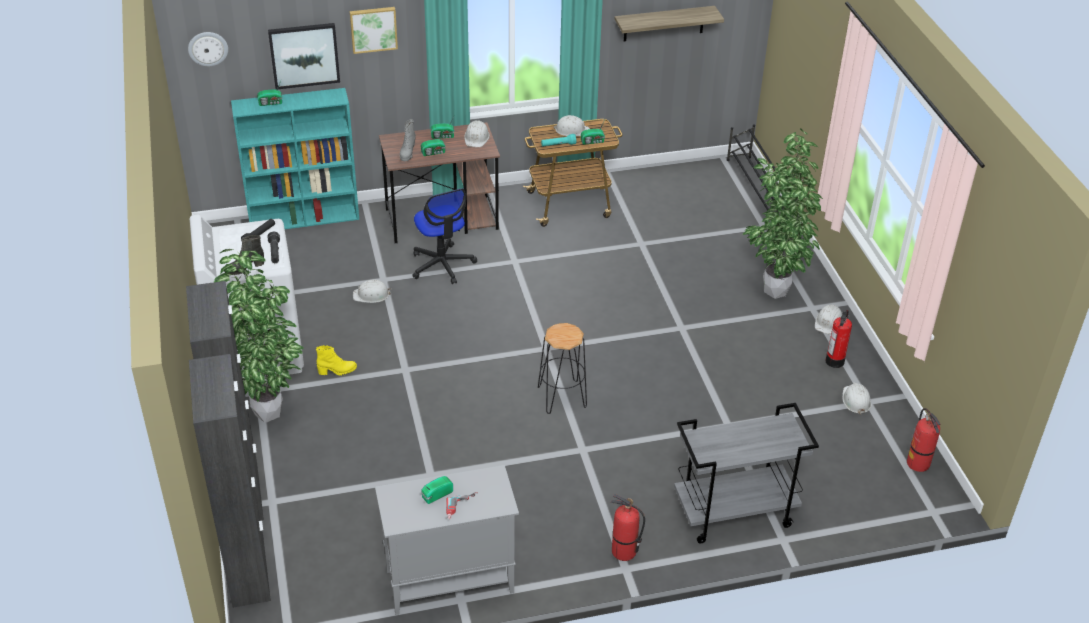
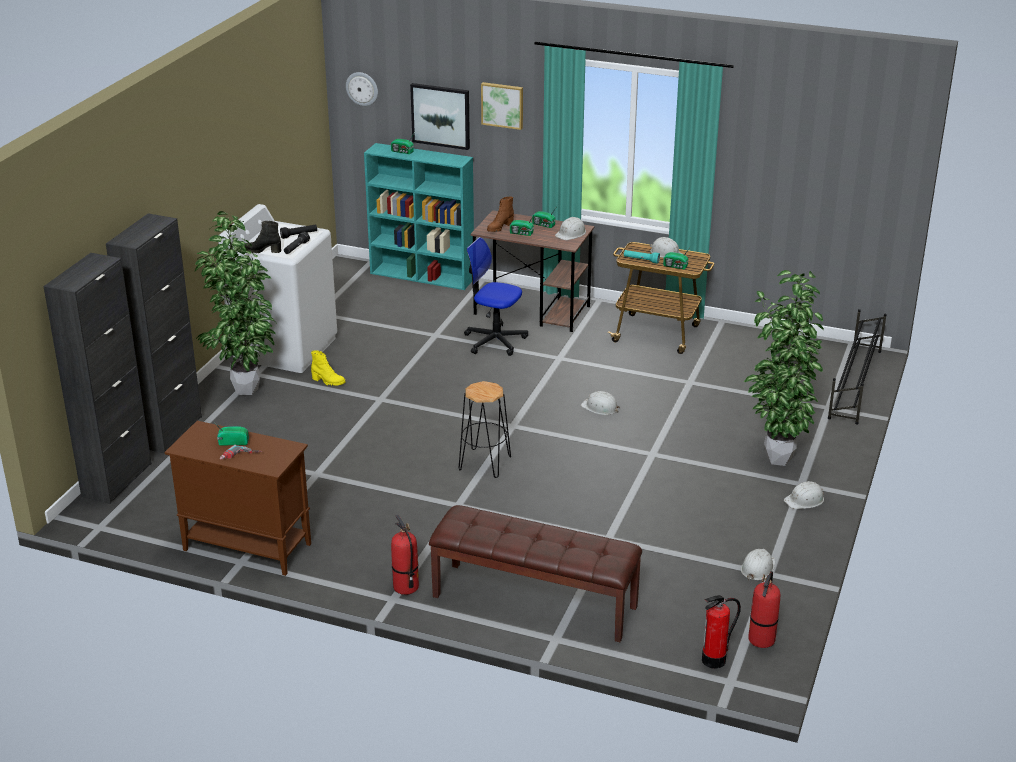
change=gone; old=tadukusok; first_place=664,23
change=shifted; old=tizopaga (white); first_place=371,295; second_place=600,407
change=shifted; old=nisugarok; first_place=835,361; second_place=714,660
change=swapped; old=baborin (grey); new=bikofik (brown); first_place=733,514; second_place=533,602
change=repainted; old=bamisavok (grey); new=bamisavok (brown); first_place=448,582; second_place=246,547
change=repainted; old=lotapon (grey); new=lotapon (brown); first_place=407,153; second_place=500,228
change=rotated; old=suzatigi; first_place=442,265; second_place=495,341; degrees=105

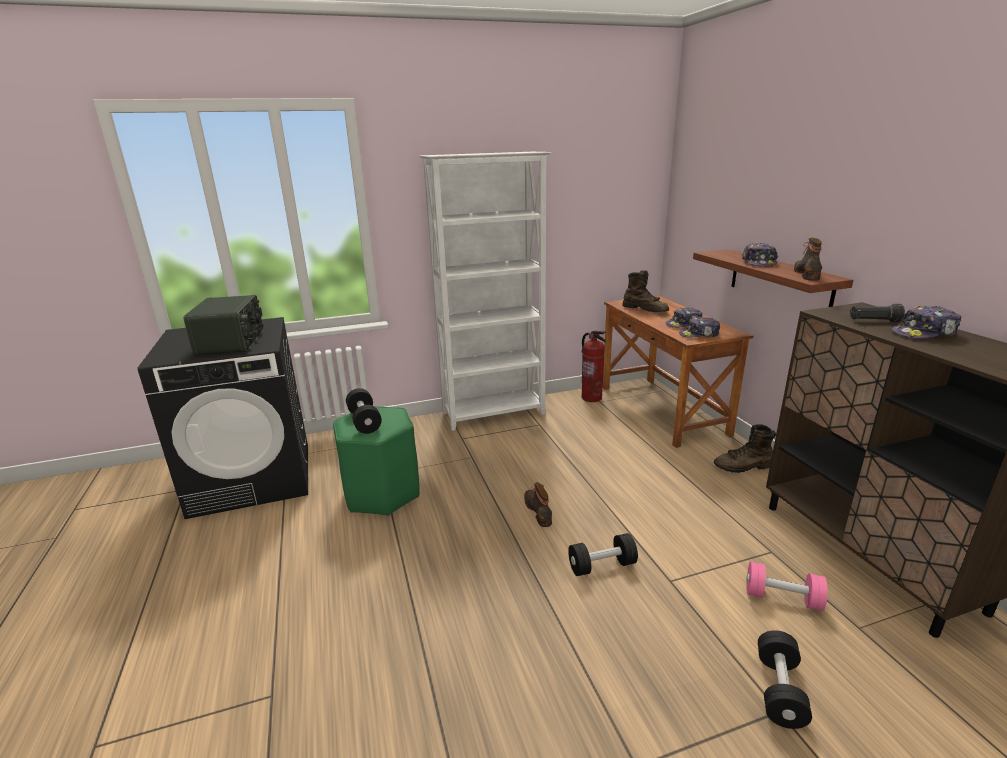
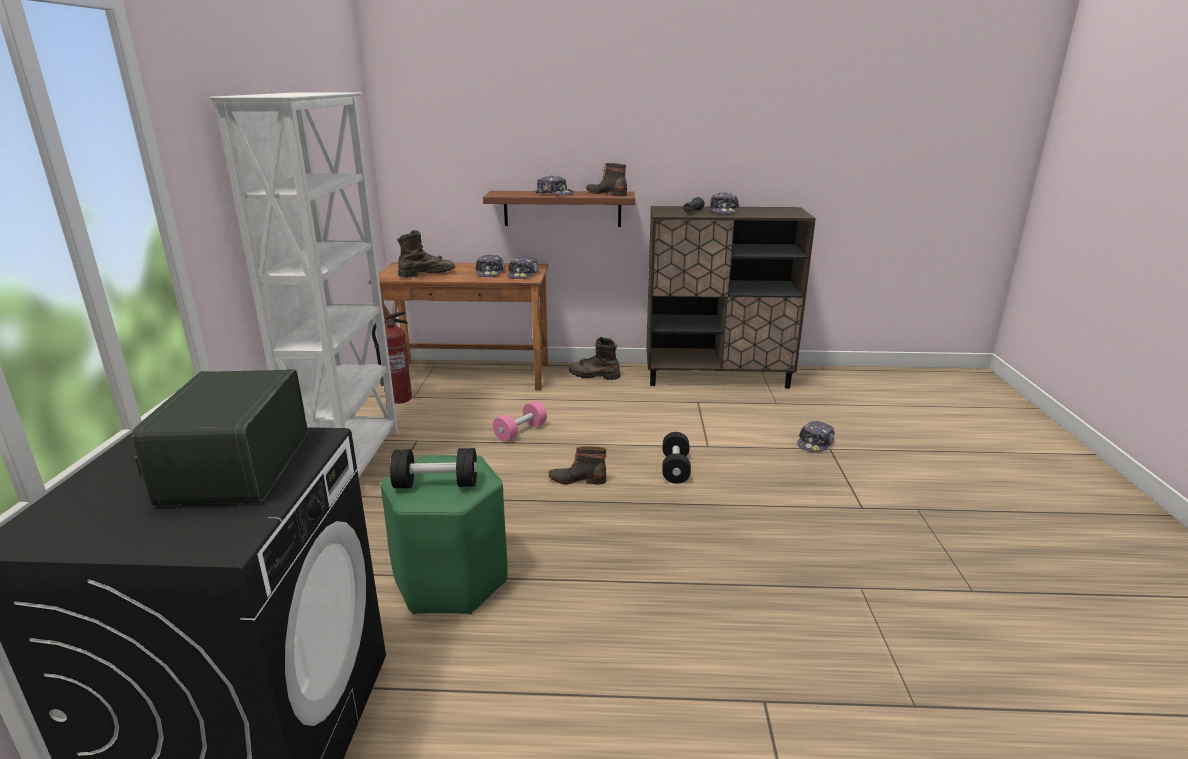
change=shifted; old=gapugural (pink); first_place=782,598; second_place=520,431
change=swapped; old=gapugural (black); new=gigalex; first_place=779,690; second_place=815,443
change=rotated; old=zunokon; first_place=232,342; second_place=234,468; degrees=-105
change=rotated; old=lotapon (brown); first_place=743,466; second_place=594,376; degrees=90

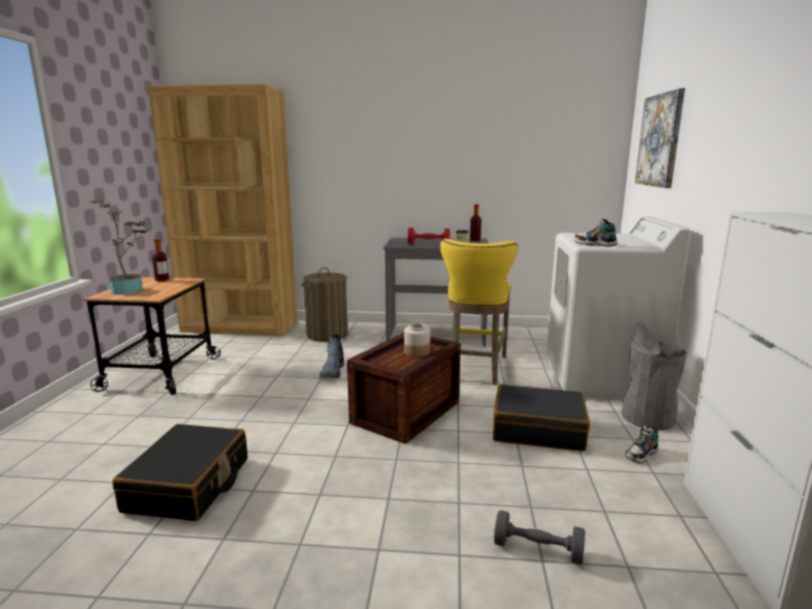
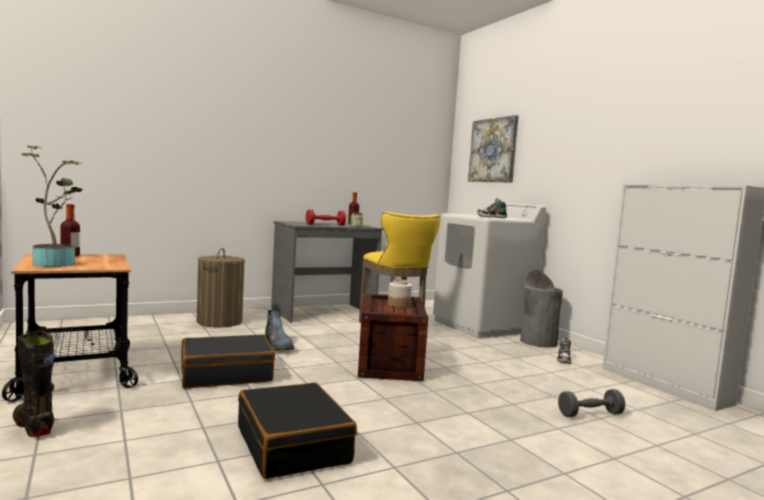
change=gone; old=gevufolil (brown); first_place=240,327
change=new; new=lotapon (black); second_place=33,426
change=shifted; old=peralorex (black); first_place=538,429; second_place=226,374

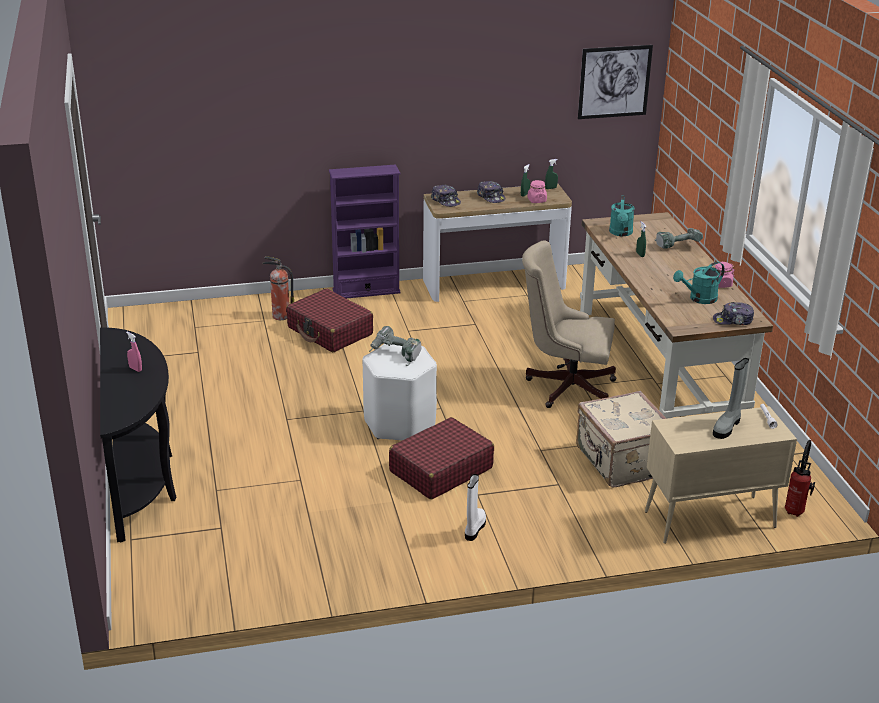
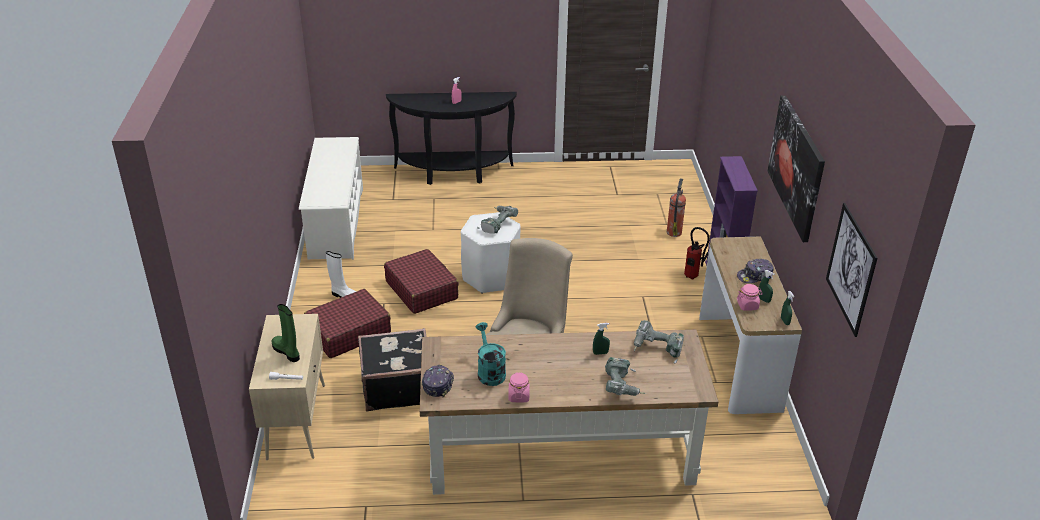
change=gone; old=gigalex; first_place=445,201
change=new; new=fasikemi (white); second_place=336,222
change=new; new=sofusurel; second_place=796,166
change=shifted; old=peralorex (red); first_place=330,331; second_place=348,332
change=shifted; old=nisugarok; first_place=796,510; second_place=692,277
change=swapped; old=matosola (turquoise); new=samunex; first_place=621,233; second_place=656,350
change=repainted; old=peralorex (beige); new=peralorex (black); first_place=621,462; second_place=396,387
change=repainted; old=lotapon (grey); new=lotapon (green); first_place=727,426; second_place=287,352

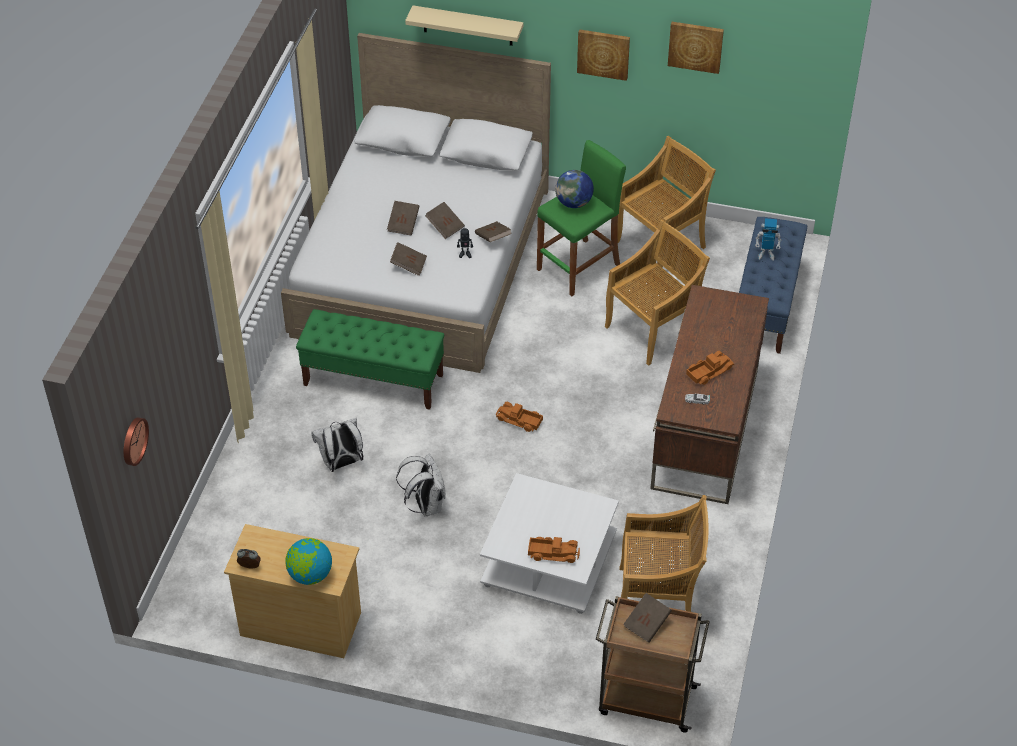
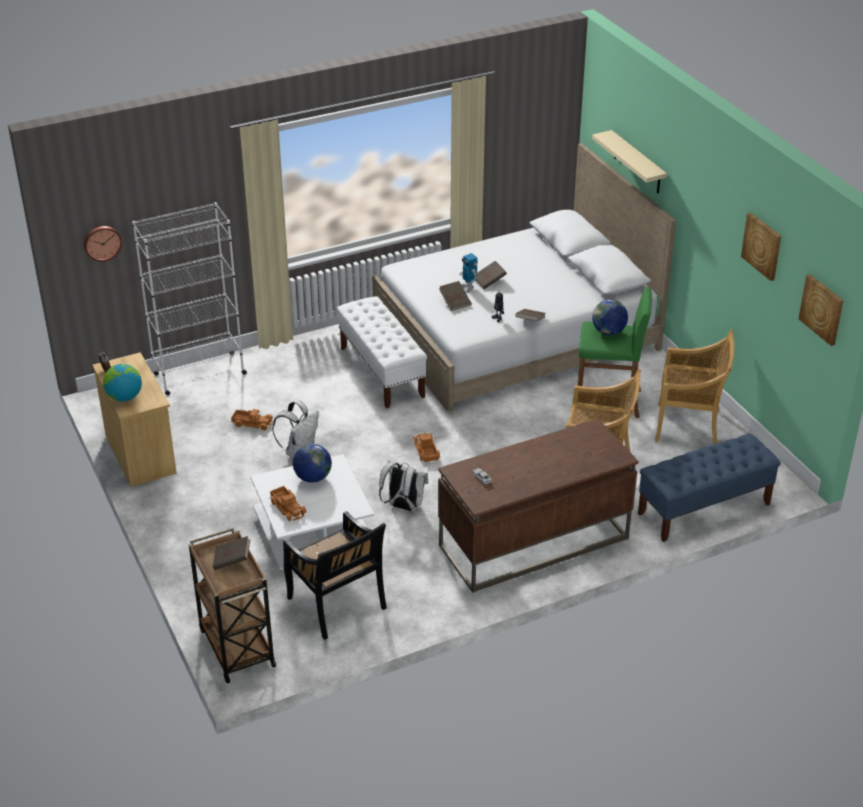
change=gone; old=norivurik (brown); first_place=445,226
change=new; new=gevufolil (white); second_place=199,374
change=new; new=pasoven; second_place=313,478
change=shifted; old=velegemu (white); first_place=341,463; second_place=403,506
change=shifted; old=sofusurel; first_place=603,53; second_place=822,309
change=shifted; old=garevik; first_place=708,371; second_place=252,423
change=shifted; old=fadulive; first_place=766,254; second_place=468,287
change=repainted; old=bikofik (green); new=bikofik (white); first_place=374,380; second_place=382,372
change=repainted; old=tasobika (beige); new=tasobika (black); first_place=658,600; second_place=337,604

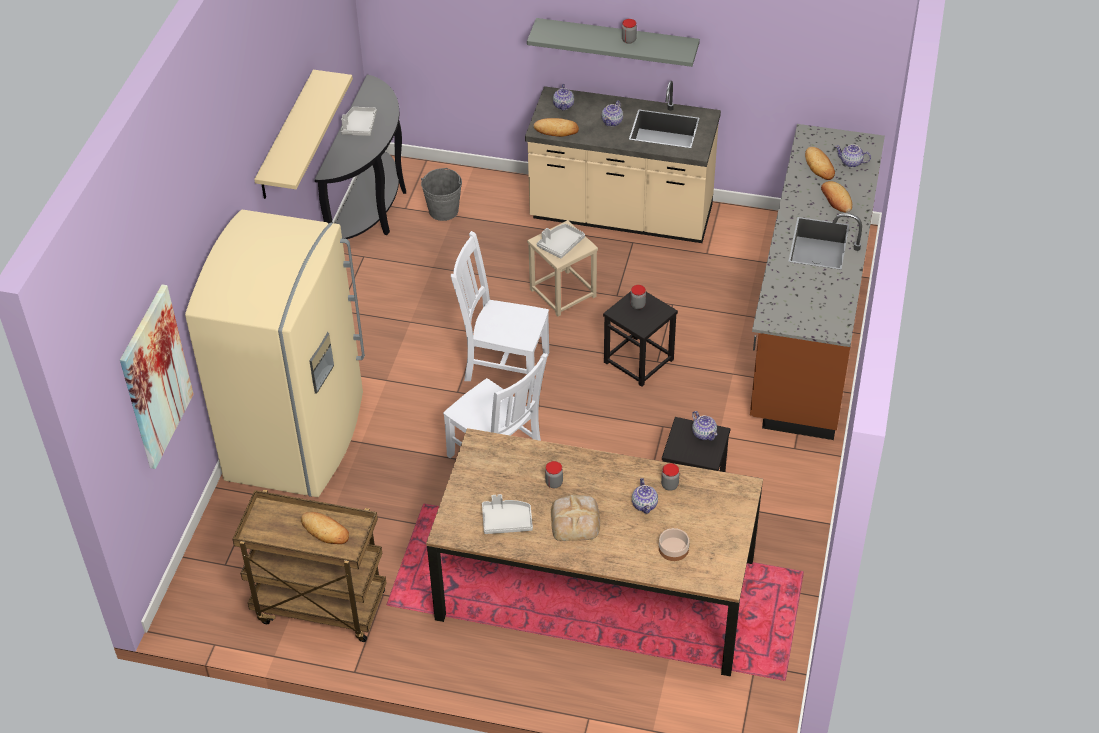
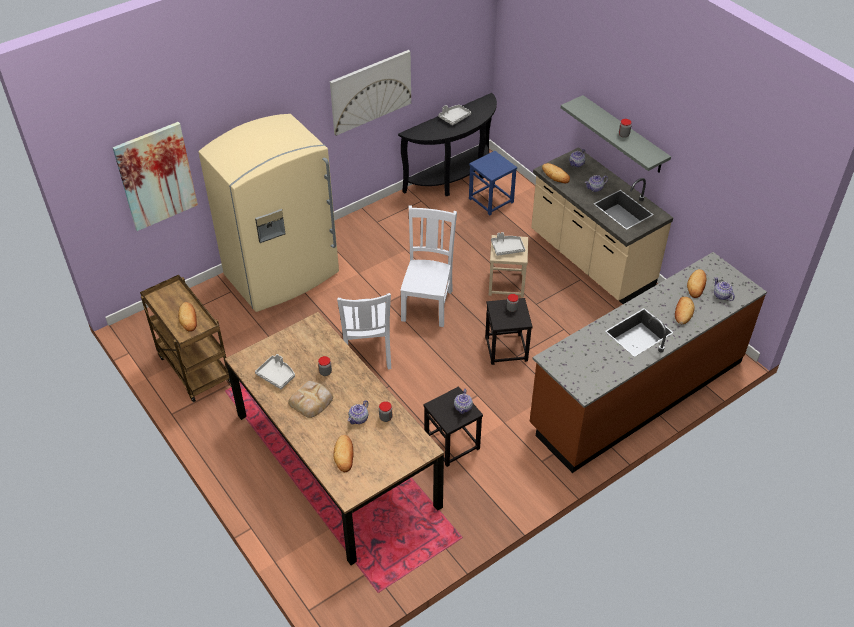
change=swapped; old=tadukusok (beige); new=sofusurel; first_place=286,136; second_place=371,91
change=swapped; old=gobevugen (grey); new=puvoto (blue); first_place=443,210; second_place=491,200
change=swapped; old=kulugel; new=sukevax; first_place=673,548; second_place=344,455
change=rotated; old=tasobika (white); first_place=503,366; second_place=427,304; degrees=45

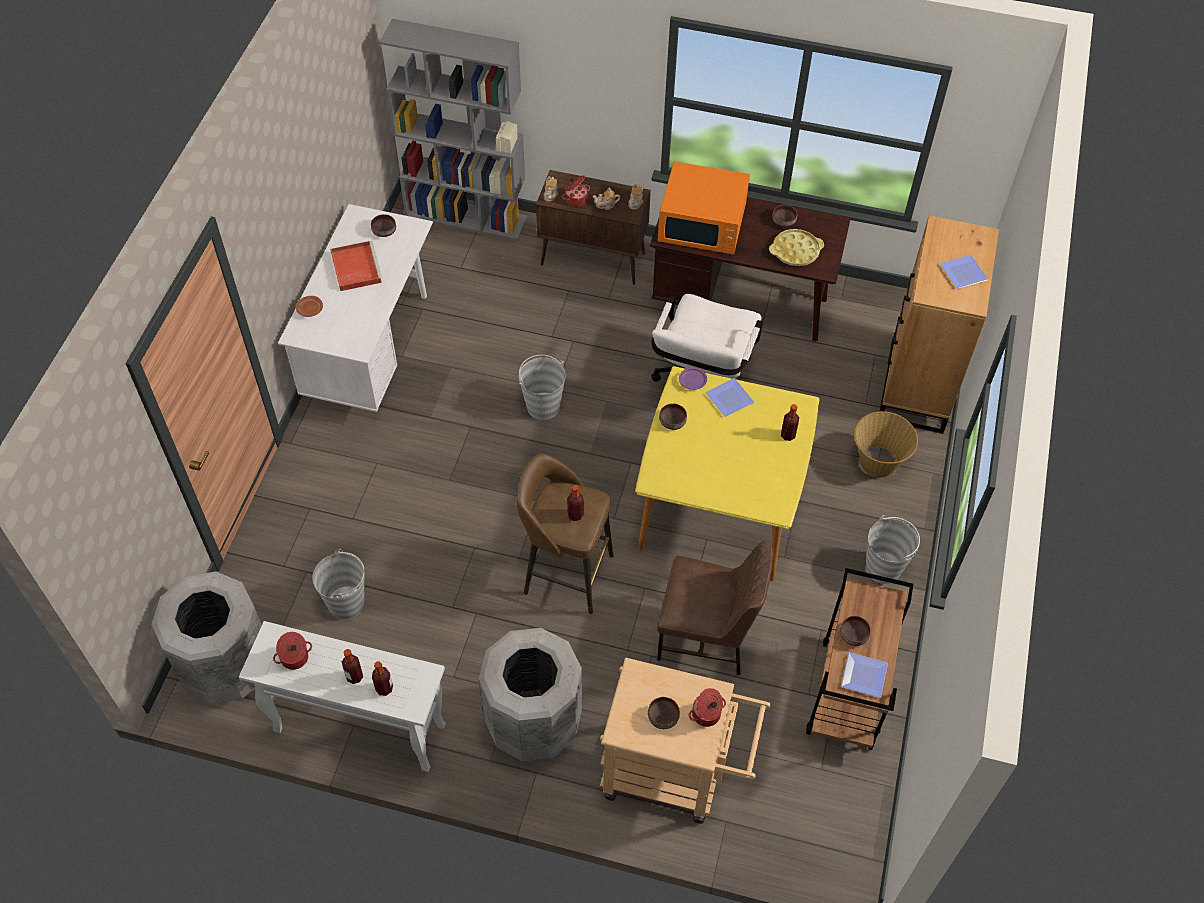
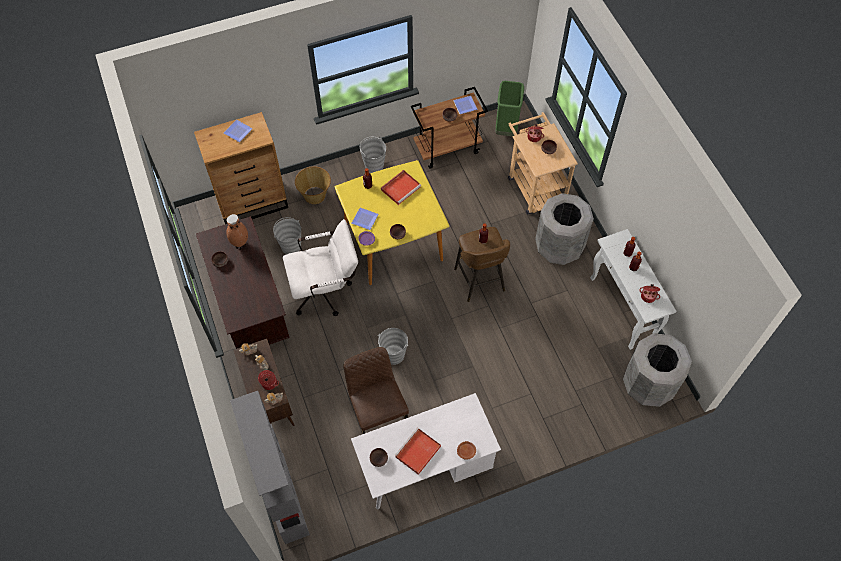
change=gone; old=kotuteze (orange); first_place=703,224
change=new; new=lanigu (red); second_place=401,188
change=new; new=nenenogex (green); second_place=506,129
change=shifted; old=gobevugen (grey); first_place=347,603; second_place=291,246
change=shifted; old=tasobika (brown); first_place=707,636; second_place=377,411
change=swapped; old=lanigu (yellow); new=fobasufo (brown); first_place=795,251; second_place=240,244

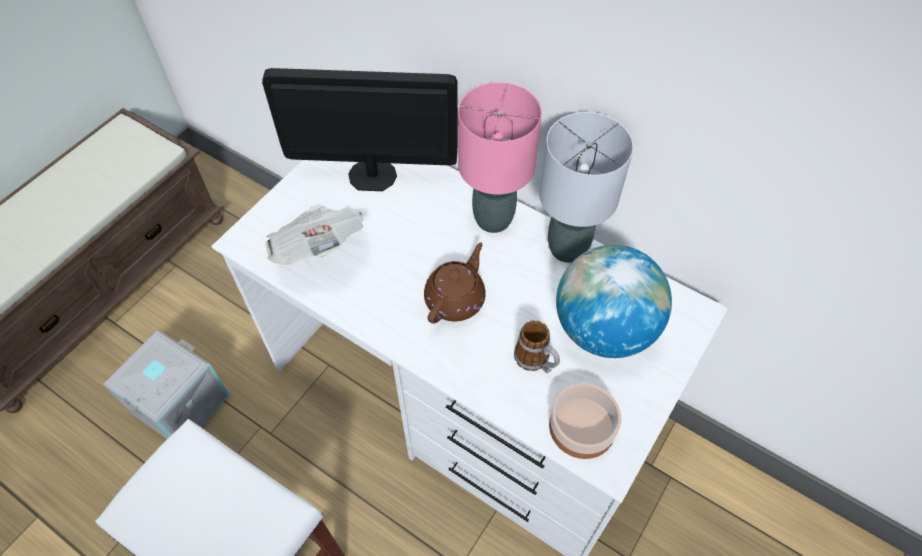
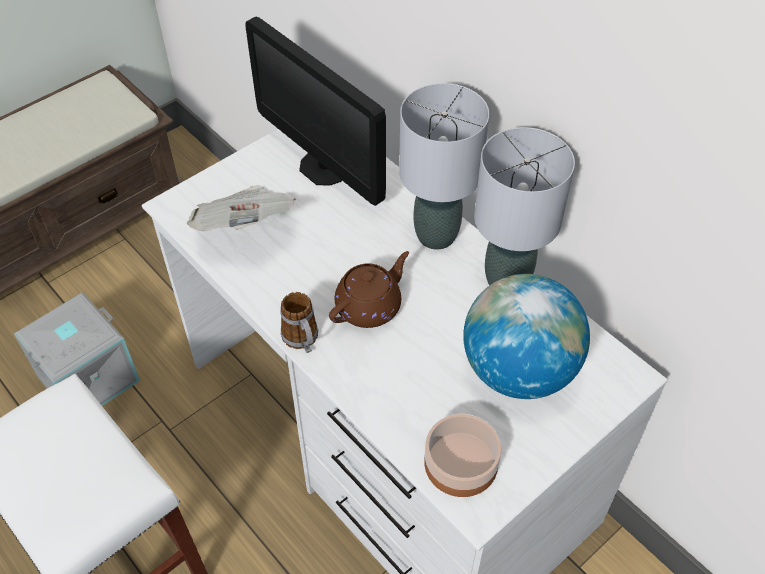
change=shifted; old=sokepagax; first_place=536,361; second_place=302,341
change=repainted; old=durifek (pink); new=durifek (grey); first_place=492,219; second_place=435,235
change=rotated; old=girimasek; first_place=372,175; second_place=324,167; degrees=-150

